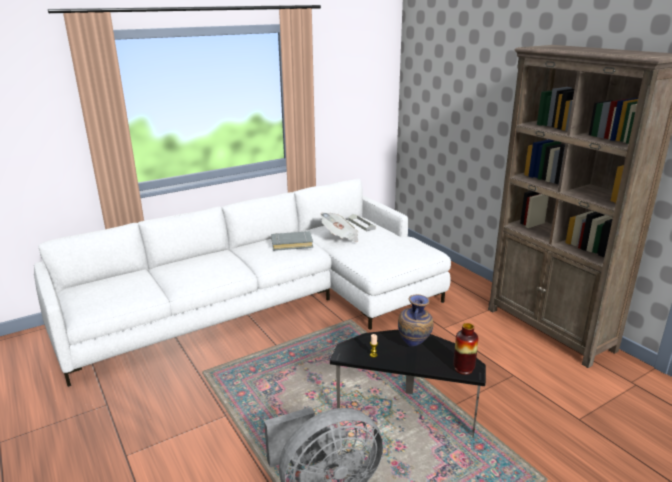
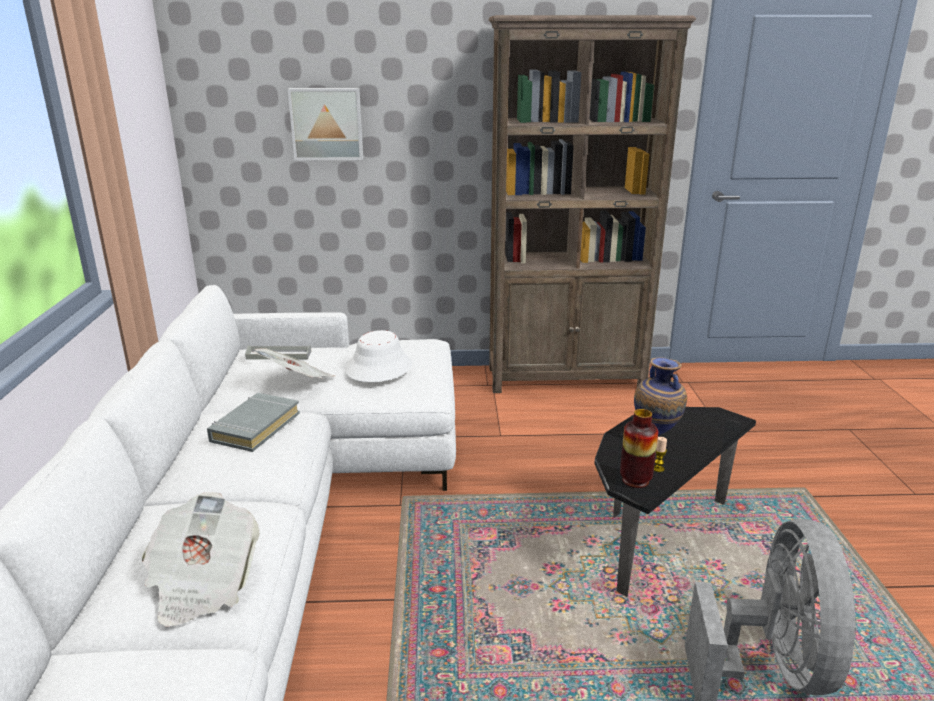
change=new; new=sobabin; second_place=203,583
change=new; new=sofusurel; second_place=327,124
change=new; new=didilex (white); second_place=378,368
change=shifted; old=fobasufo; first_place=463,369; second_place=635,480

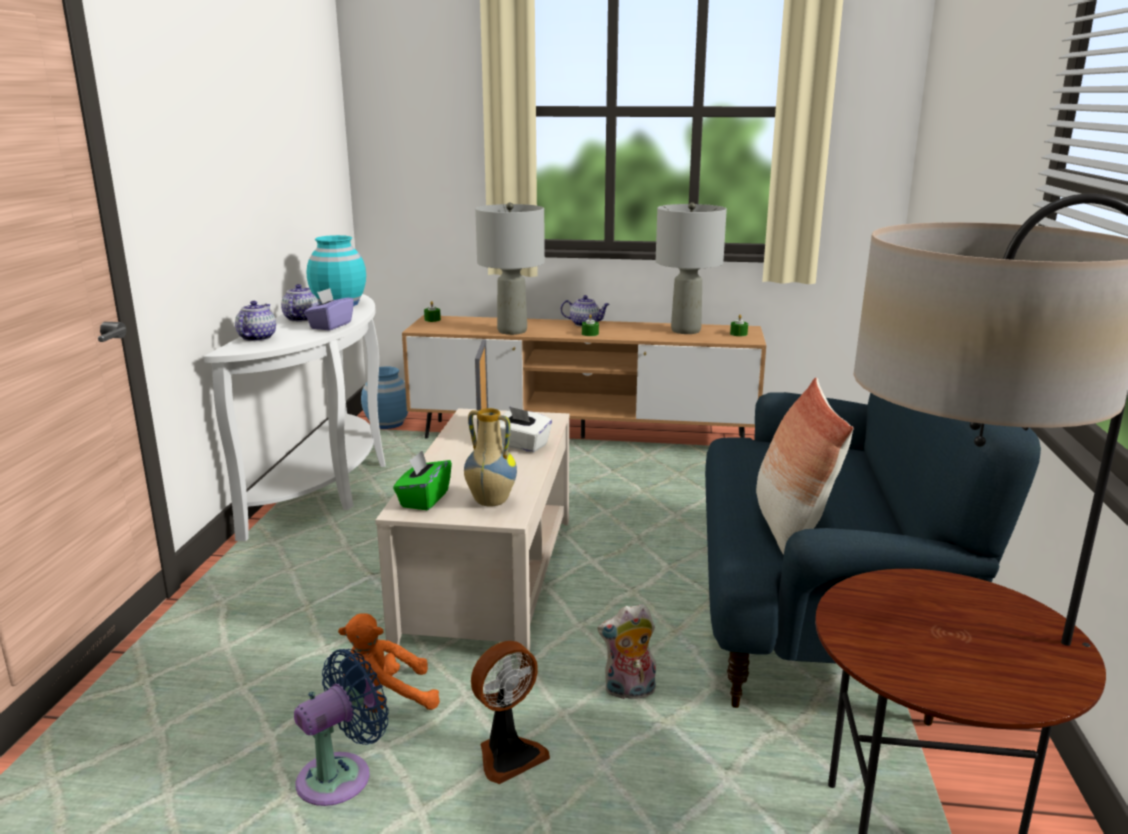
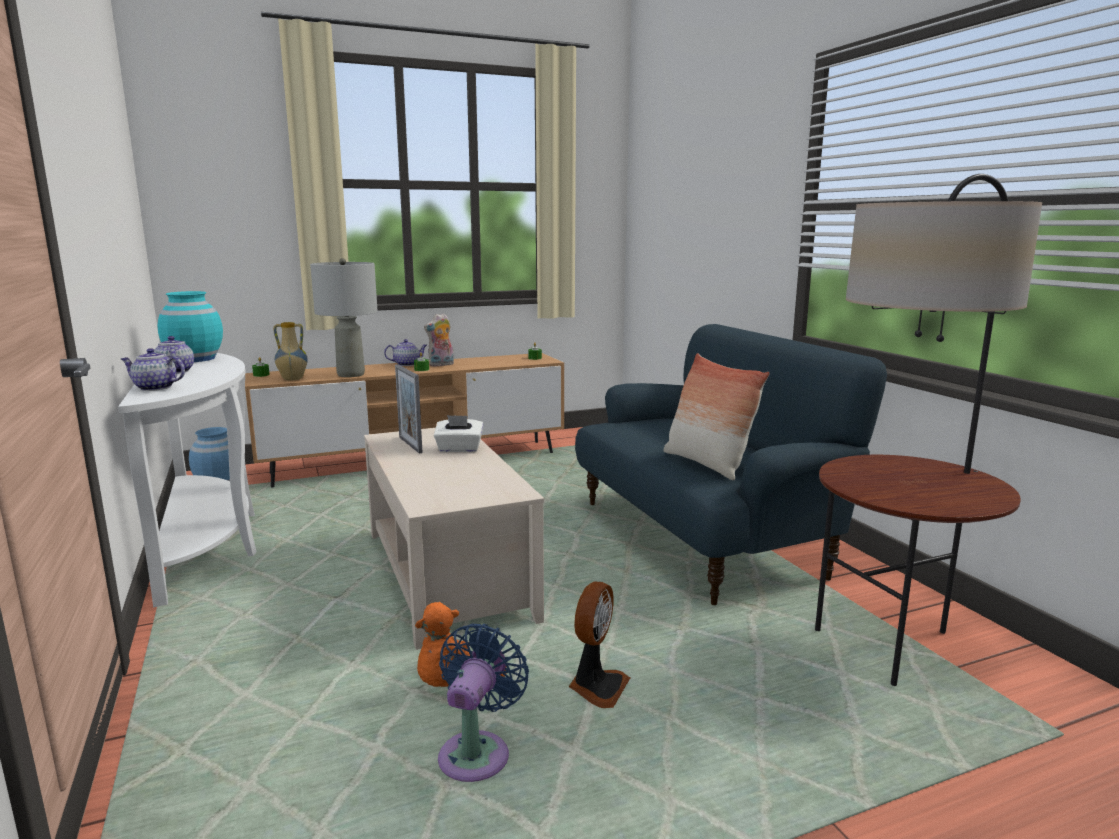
change=gone; old=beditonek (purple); first_place=330,325
change=gone; old=beditonek (green); first_place=424,499
change=gone; old=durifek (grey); first_place=685,330
change=shifted; old=fobasufo; first_place=490,502; second_place=292,379
change=shifted; old=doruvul; first_place=629,693; second_place=441,365
change=rotated; old=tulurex; first_place=257,338; second_place=154,388; degrees=-60

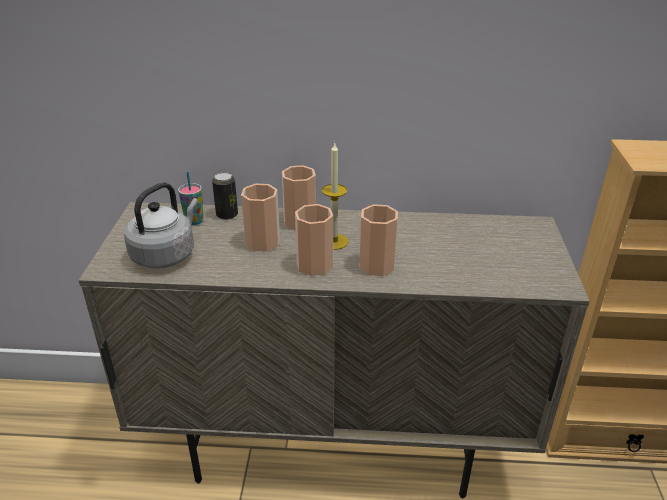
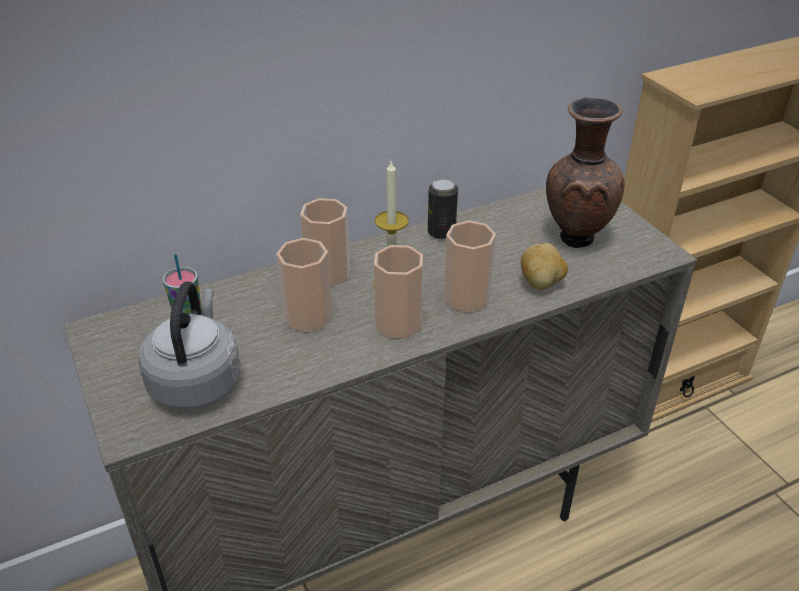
change=new; new=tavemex; second_place=541,283
change=new; new=fobasufo (brown); second_place=574,237
change=shifted; old=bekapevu; first_place=227,215; second_place=441,232

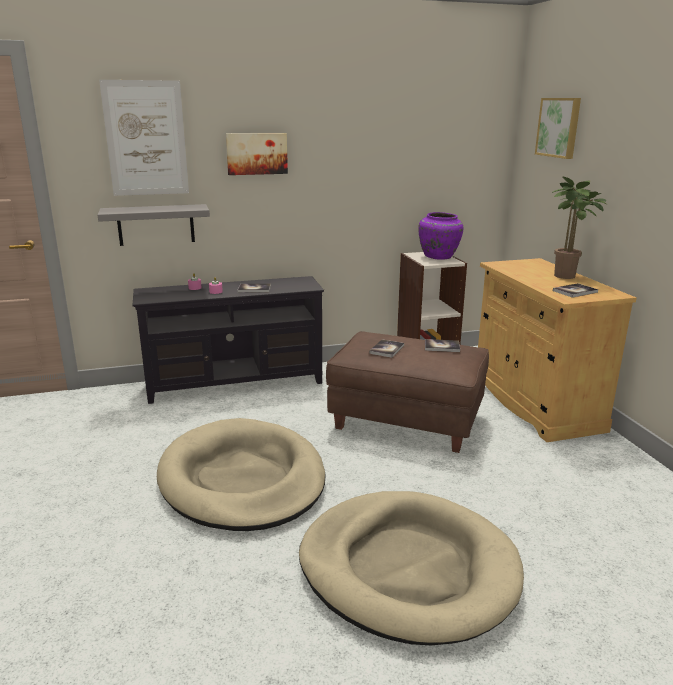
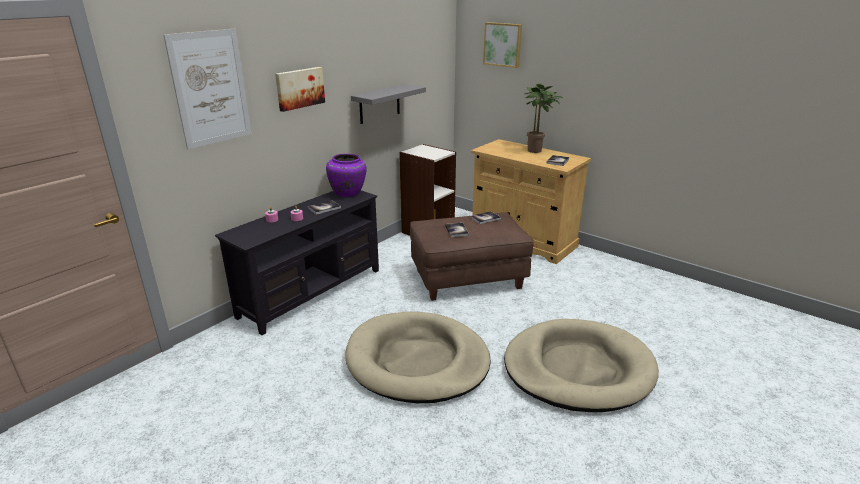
change=shifted; old=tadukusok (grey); first_place=156,225; second_place=379,104
change=shifted; old=fobasufo (purple); first_place=438,257; second_place=348,193

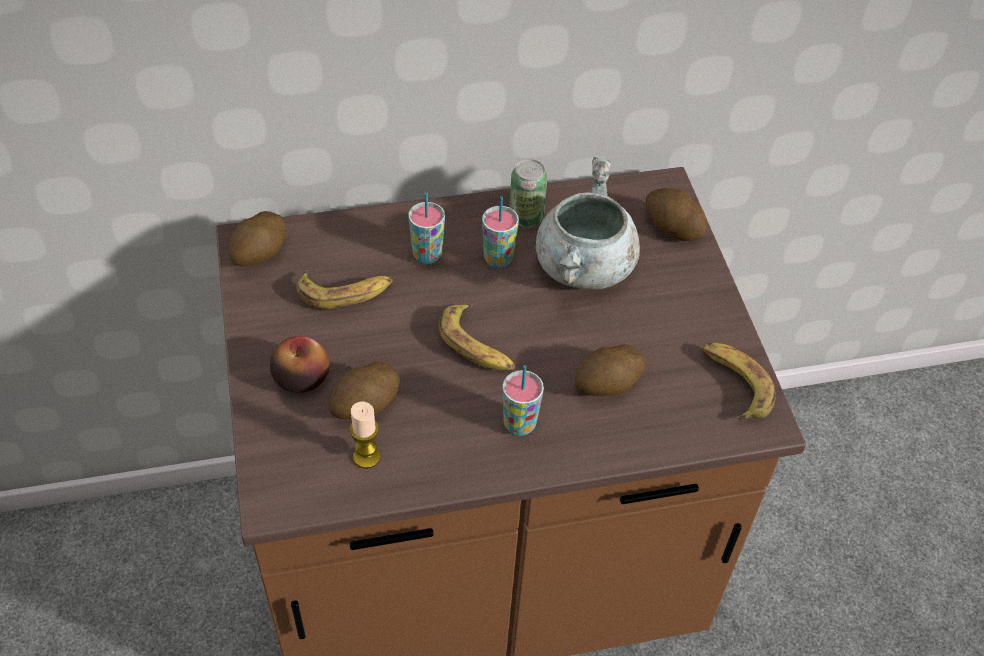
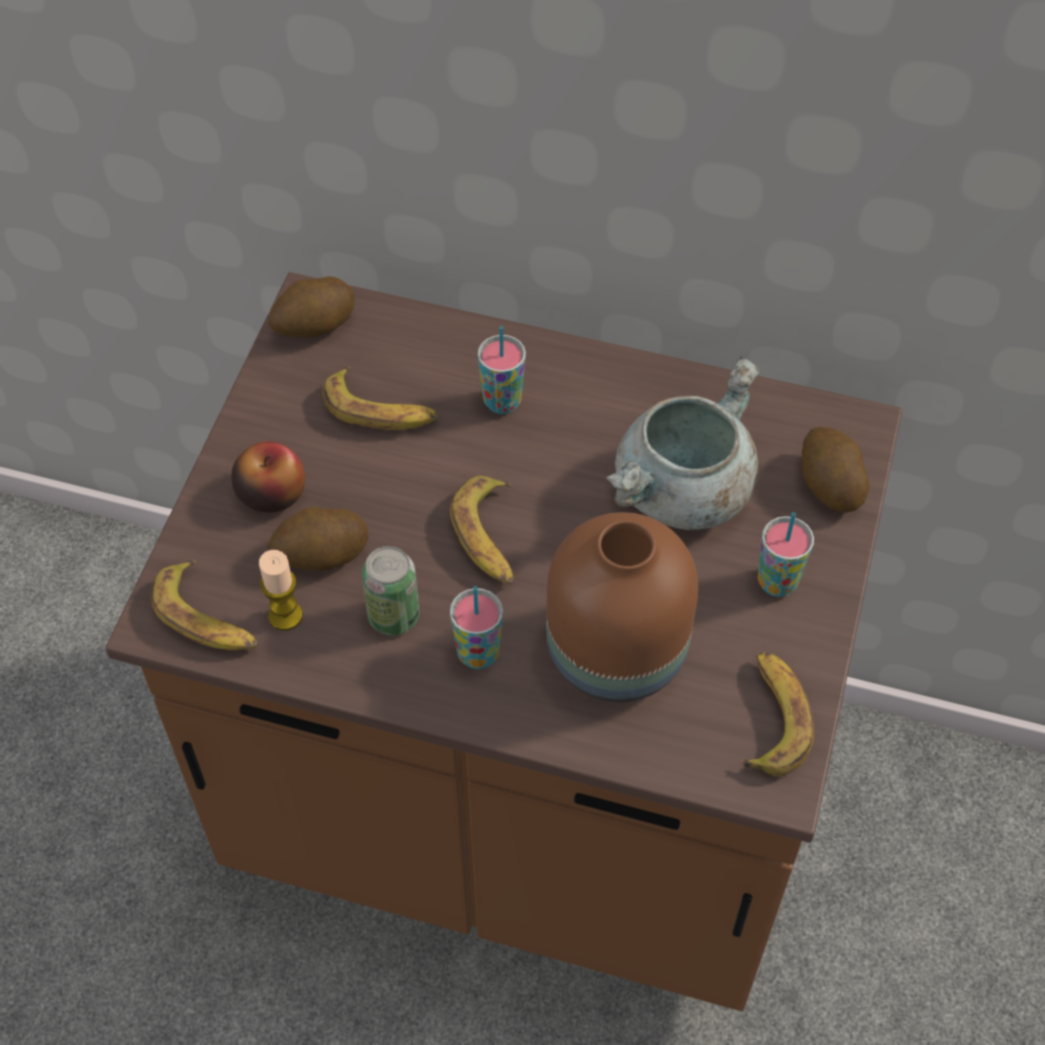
change=new; new=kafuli; second_place=207,618
change=shifted; old=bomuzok; first_place=498,259; second_place=777,582
change=shifted; old=bekapevu; first_place=526,217; second_place=393,616
change=swapped; old=tavemex; new=fobasufo (brown); first_place=607,385; second_place=613,651

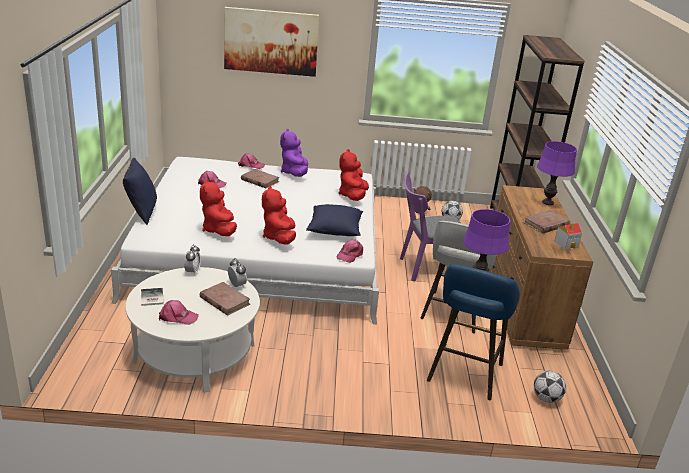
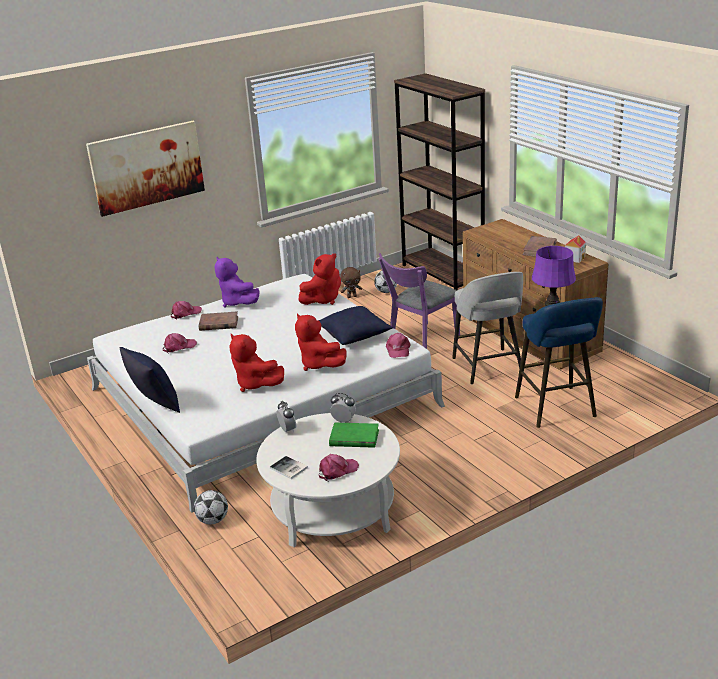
change=gone; old=durifek (purple); first_place=548,202
change=shifted; old=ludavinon; first_place=546,398; second_place=213,520
change=repainted; old=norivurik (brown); new=norivurik (green); first_place=224,301; second_place=354,438
change=rotated; old=doruvul (red); first_place=353,196; second_place=323,300; degrees=-105

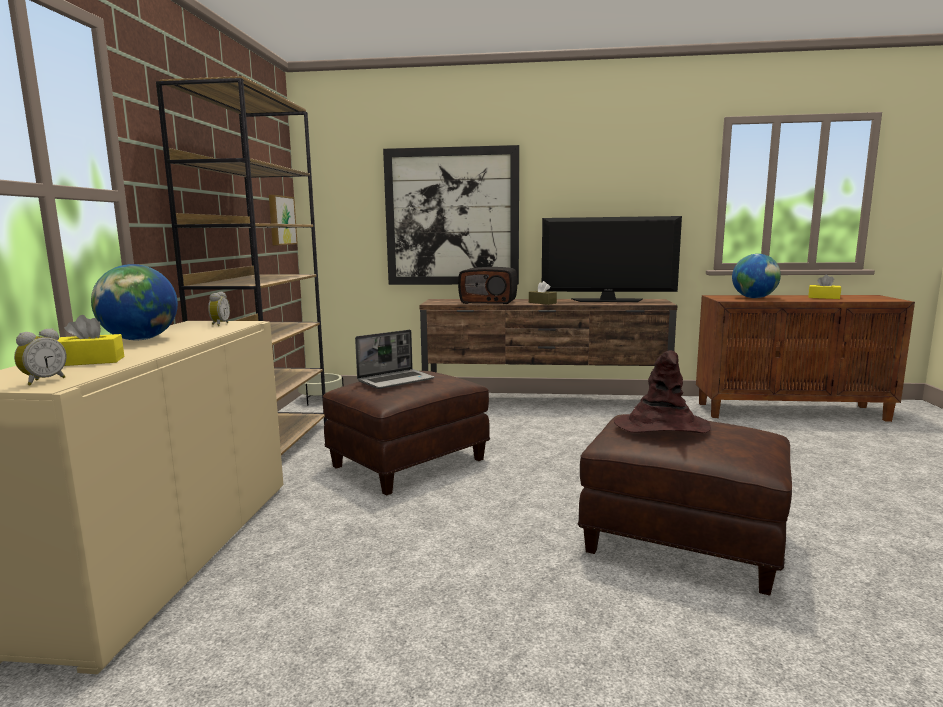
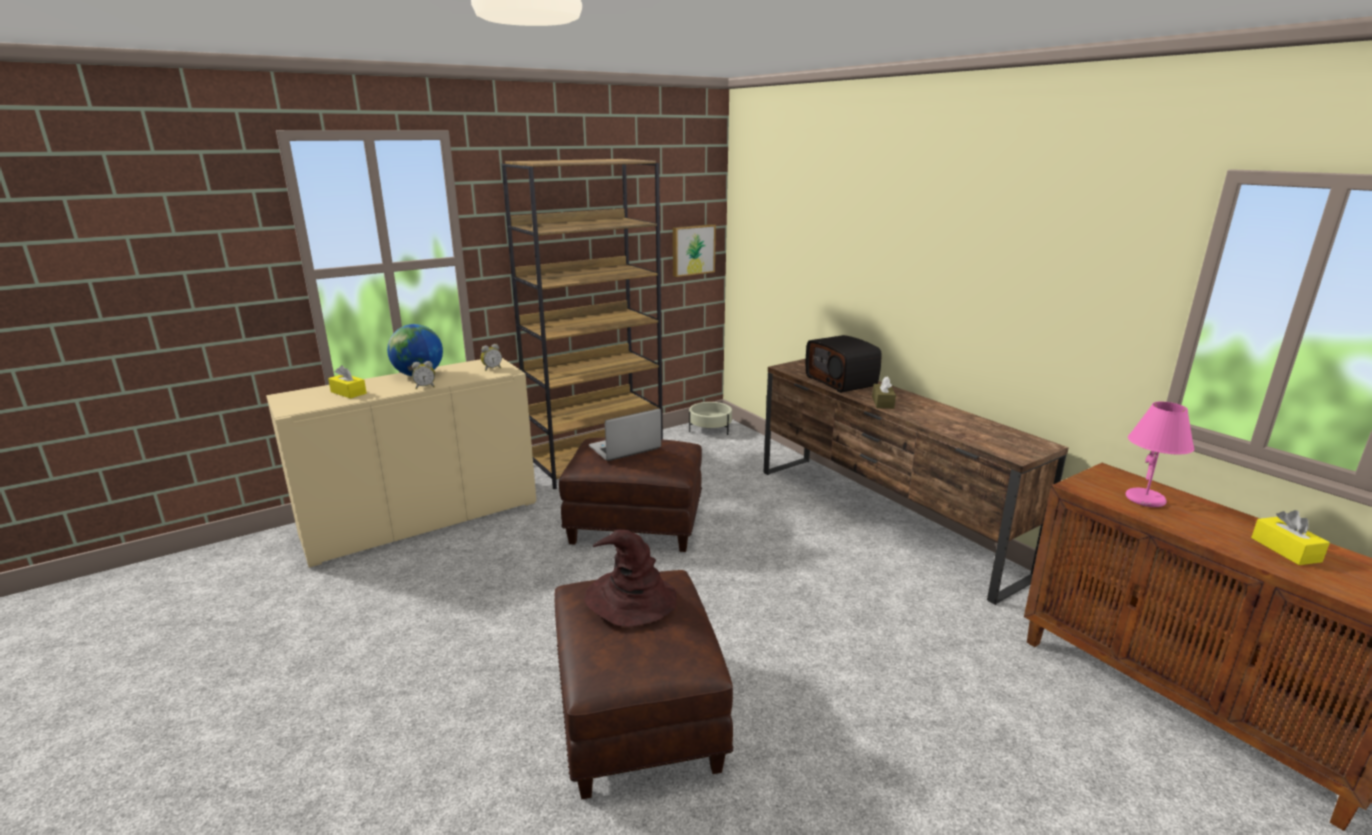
change=gone; old=sofusurel; first_place=452,217
change=gone; old=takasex; first_place=607,300
change=shifted; old=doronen; first_place=43,381; second_place=425,387
change=swapped; old=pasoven; new=durifek (pink); first_place=754,298; second_place=1145,500
change=rotated; old=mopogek; first_place=396,380; second_place=624,448; degrees=135

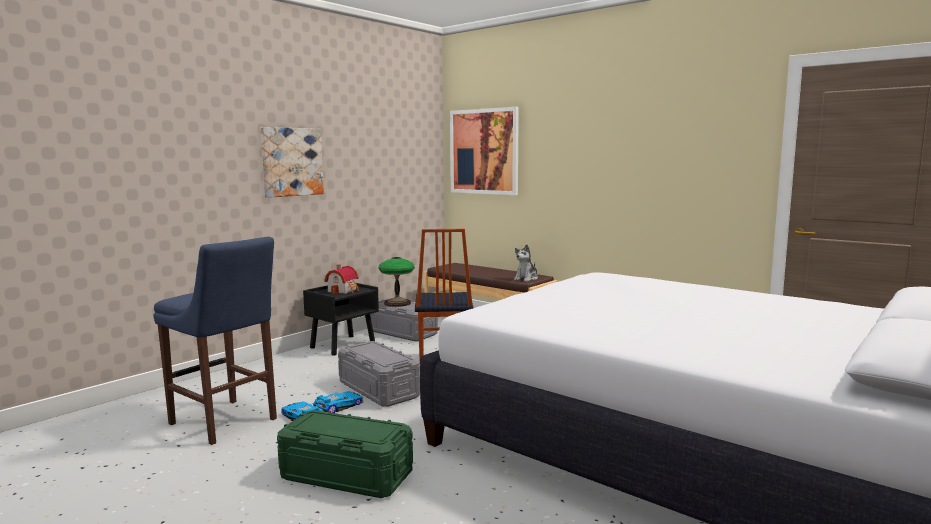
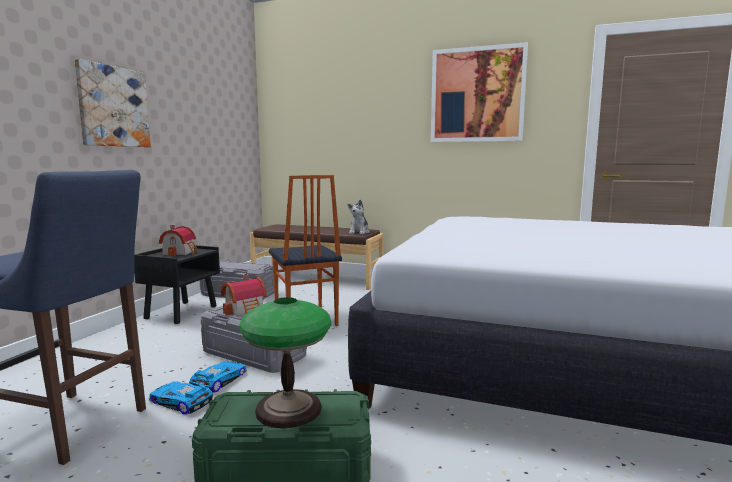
change=new; new=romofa; second_place=246,310
change=shifted; old=durifek; first_place=397,303; second_place=289,409
change=shifted; old=sofusurel; first_place=484,151; second_place=477,95

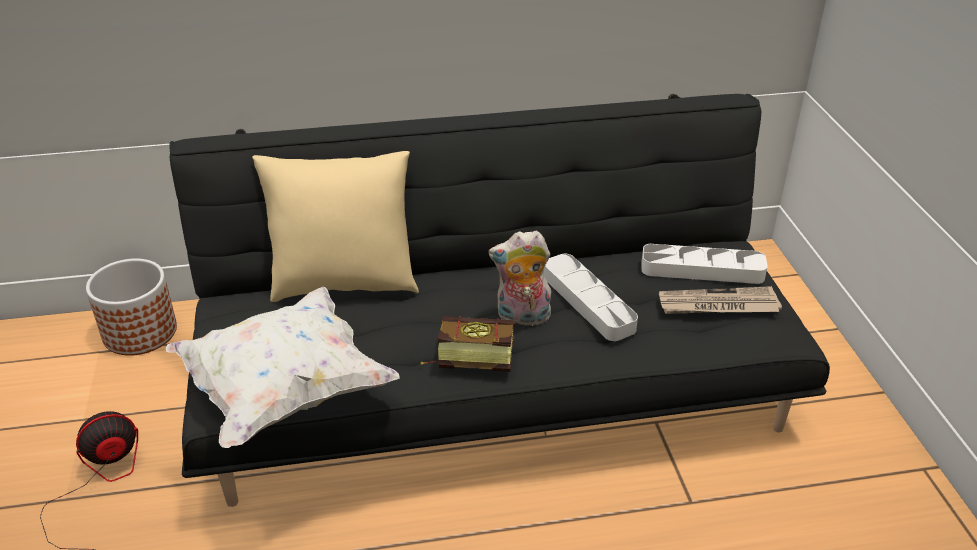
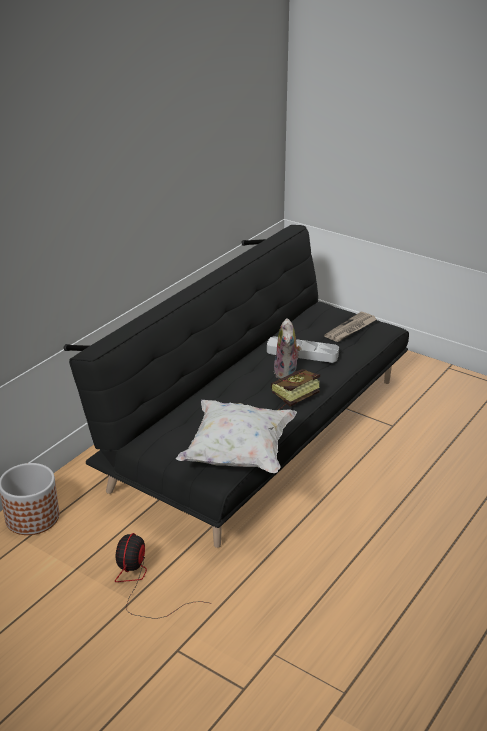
change=gone; old=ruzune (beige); first_place=344,284
change=gone; old=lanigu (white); first_place=702,269
change=rotated; old=doruvul; first_place=522,318; second_place=287,373; degrees=-45

